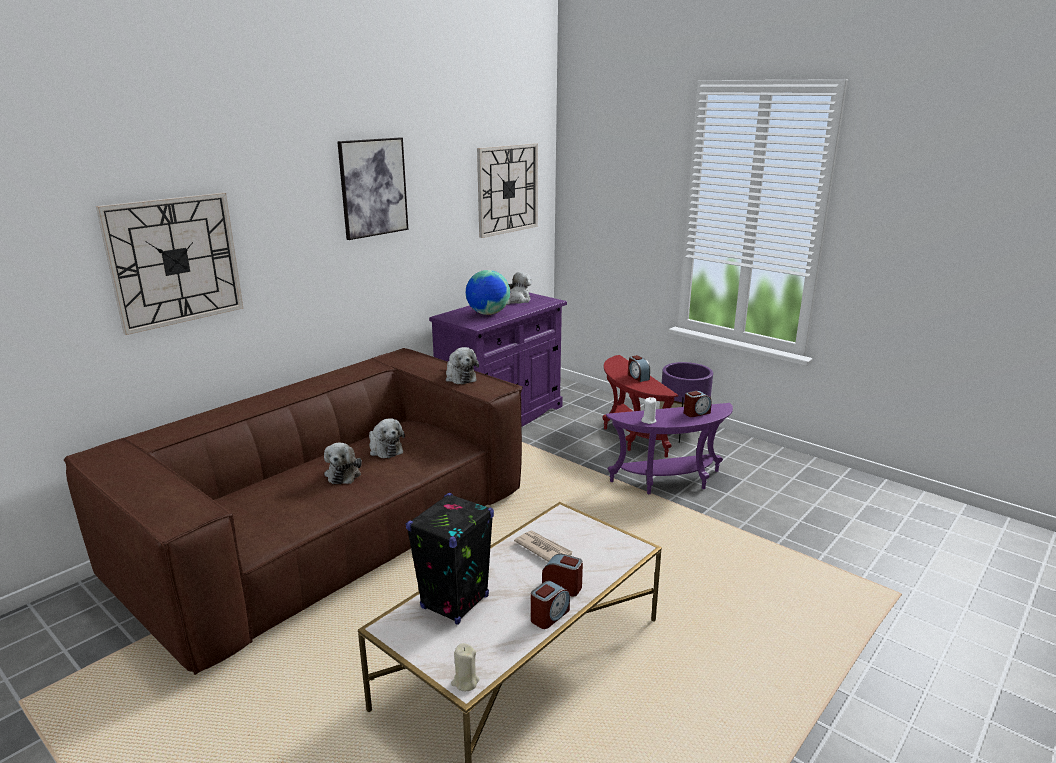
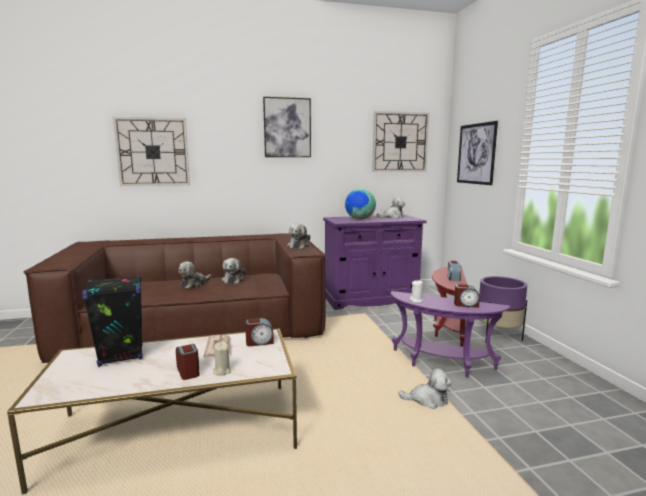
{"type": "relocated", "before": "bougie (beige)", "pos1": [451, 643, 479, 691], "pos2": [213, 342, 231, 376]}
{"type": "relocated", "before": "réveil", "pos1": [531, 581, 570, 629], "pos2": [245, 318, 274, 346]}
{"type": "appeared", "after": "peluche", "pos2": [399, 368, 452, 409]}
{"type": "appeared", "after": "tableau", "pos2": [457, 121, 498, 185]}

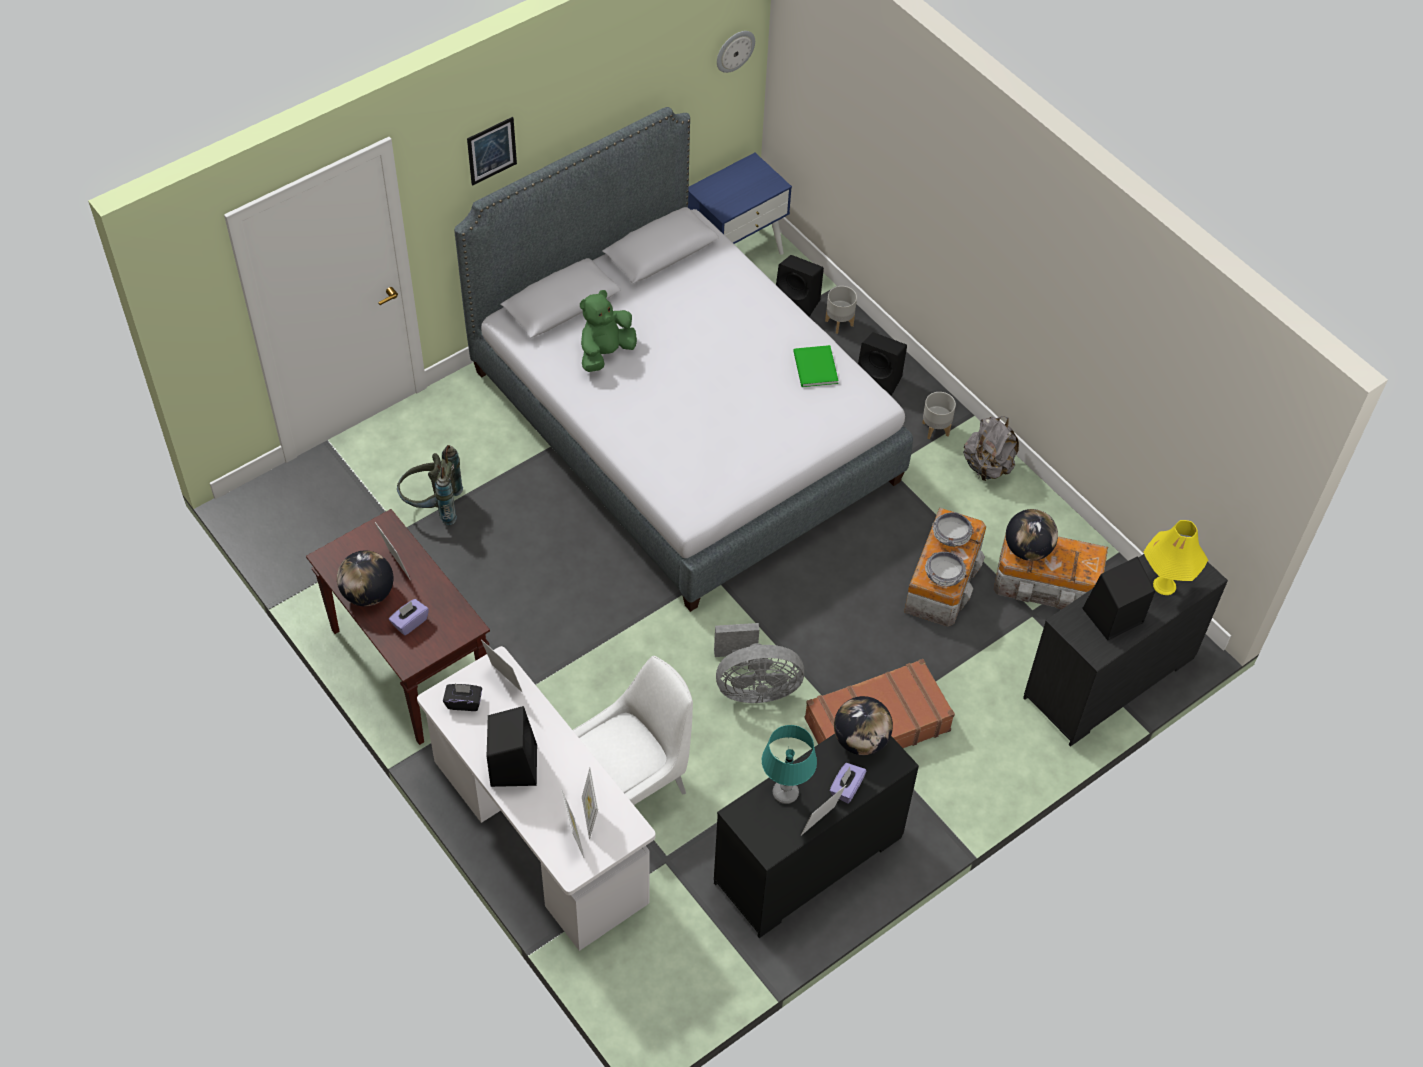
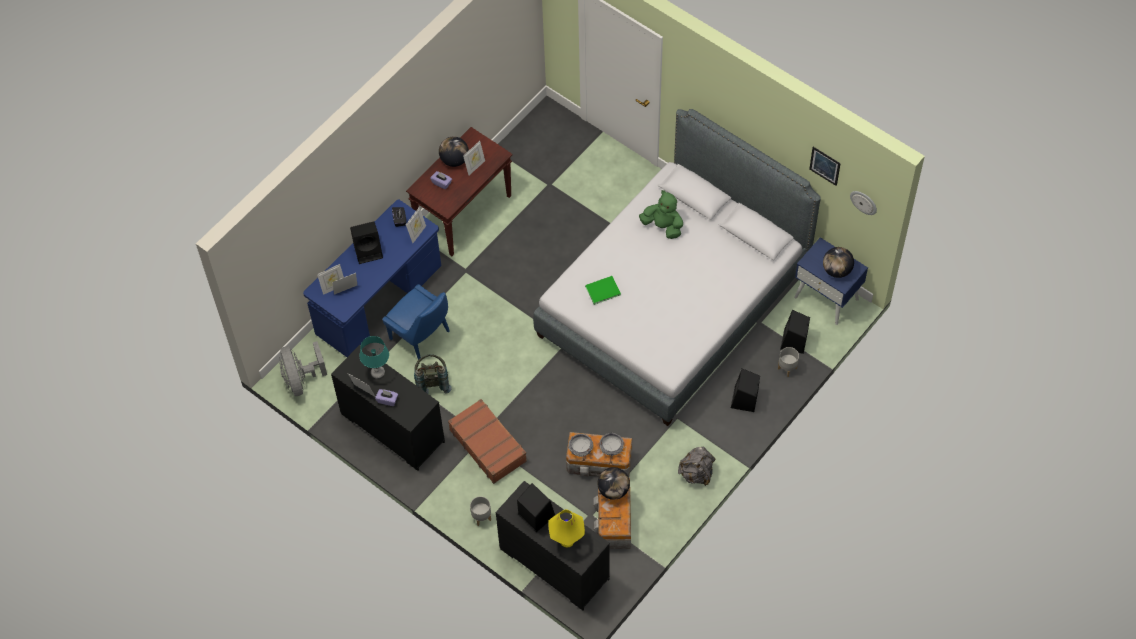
{"type": "relocated", "before": "sac à dos (gris)", "pos1": [397, 445, 463, 525], "pos2": [414, 354, 451, 394]}
{"type": "colour", "before": "bureau (blanc)", "after": "bureau (bleu)", "pos1": [417, 646, 656, 951], "pos2": [303, 200, 441, 357]}
{"type": "relocated", "before": "tableau", "pos1": [467, 117, 517, 186], "pos2": [809, 147, 841, 186]}
{"type": "colour", "before": "chaise (blanc)", "after": "chaise (bleu)", "pos1": [573, 656, 693, 805], "pos2": [382, 284, 450, 360]}
{"type": "relocated", "before": "ventilateur (gris)", "pos1": [714, 623, 804, 703], "pos2": [279, 341, 327, 396]}
{"type": "relocated", "before": "livre (vert)", "pos1": [793, 345, 839, 387], "pos2": [585, 276, 621, 305]}
{"type": "relocated", "before": "globe", "pos1": [834, 696, 893, 755], "pos2": [823, 247, 854, 278]}
{"type": "relocated", "before": "cache-pot (gris)", "pos1": [922, 392, 956, 439], "pos2": [470, 496, 491, 526]}

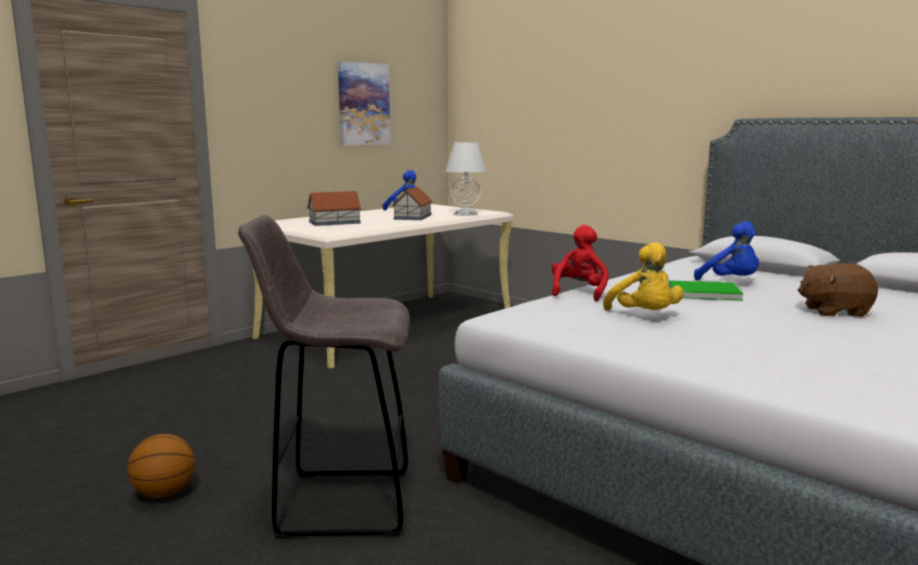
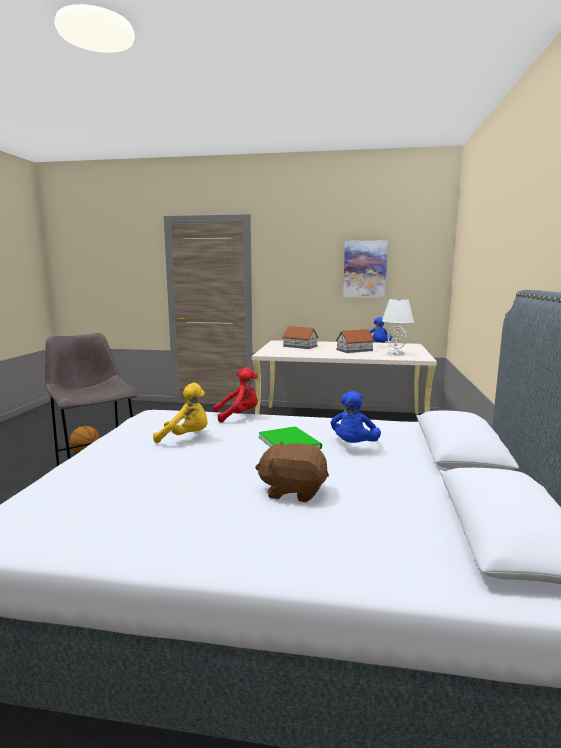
{"type": "spun", "before": "peluche (jaune)", "pos1": [603, 242, 683, 310], "pos2": [153, 383, 208, 443], "turn": -120}
{"type": "spun", "before": "peluche (marron)", "pos1": [798, 263, 878, 317], "pos2": [255, 441, 329, 502], "turn": -45}

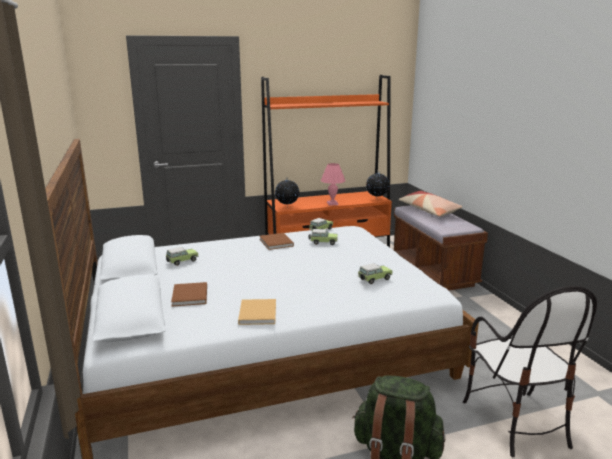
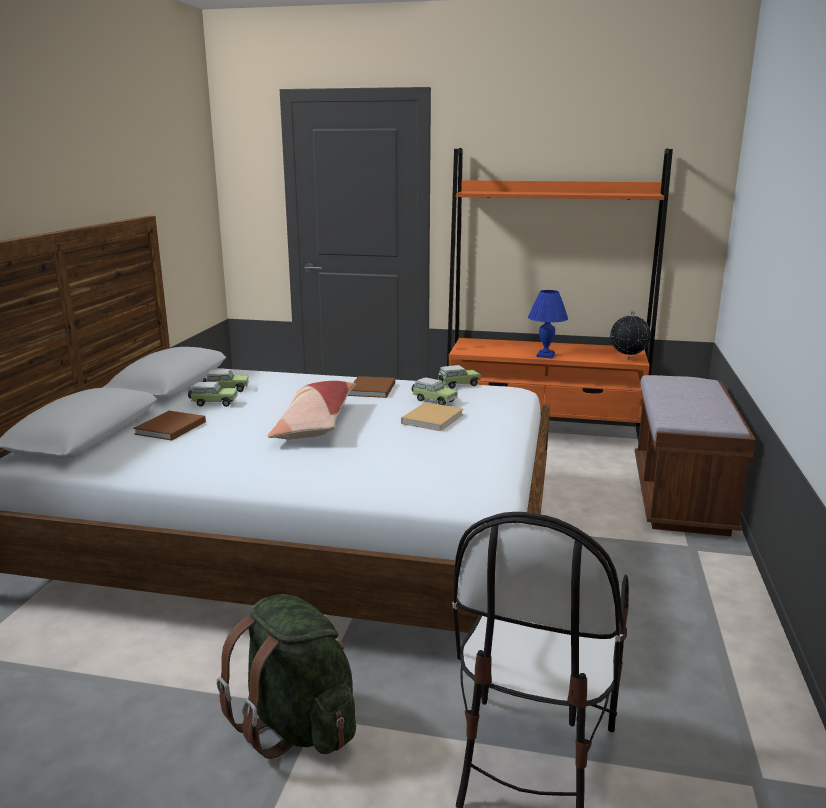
{"type": "relocated", "before": "livre (beige)", "pos1": [238, 299, 276, 325], "pos2": [401, 402, 463, 431]}
{"type": "missing", "before": "globe", "pos1": [275, 180, 299, 208]}
{"type": "colour", "before": "lampe de table (rose)", "after": "lampe de table (bleu)", "pos1": [321, 163, 345, 206], "pos2": [528, 290, 568, 358]}
{"type": "relocated", "before": "petite voiture", "pos1": [358, 263, 393, 284], "pos2": [188, 382, 238, 407]}
{"type": "relocated", "before": "coussin", "pos1": [398, 191, 462, 217], "pos2": [268, 381, 356, 440]}

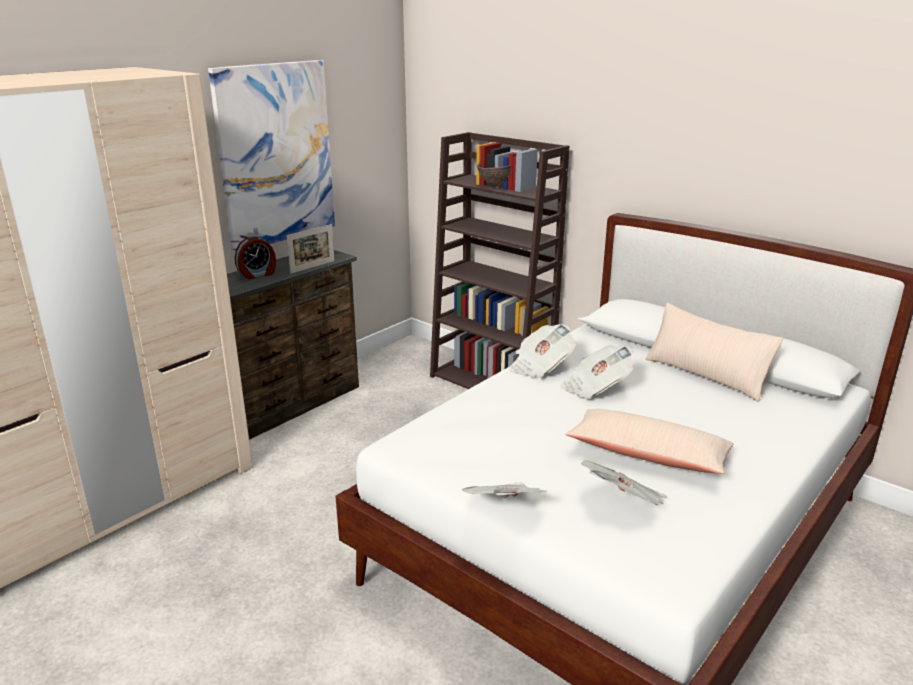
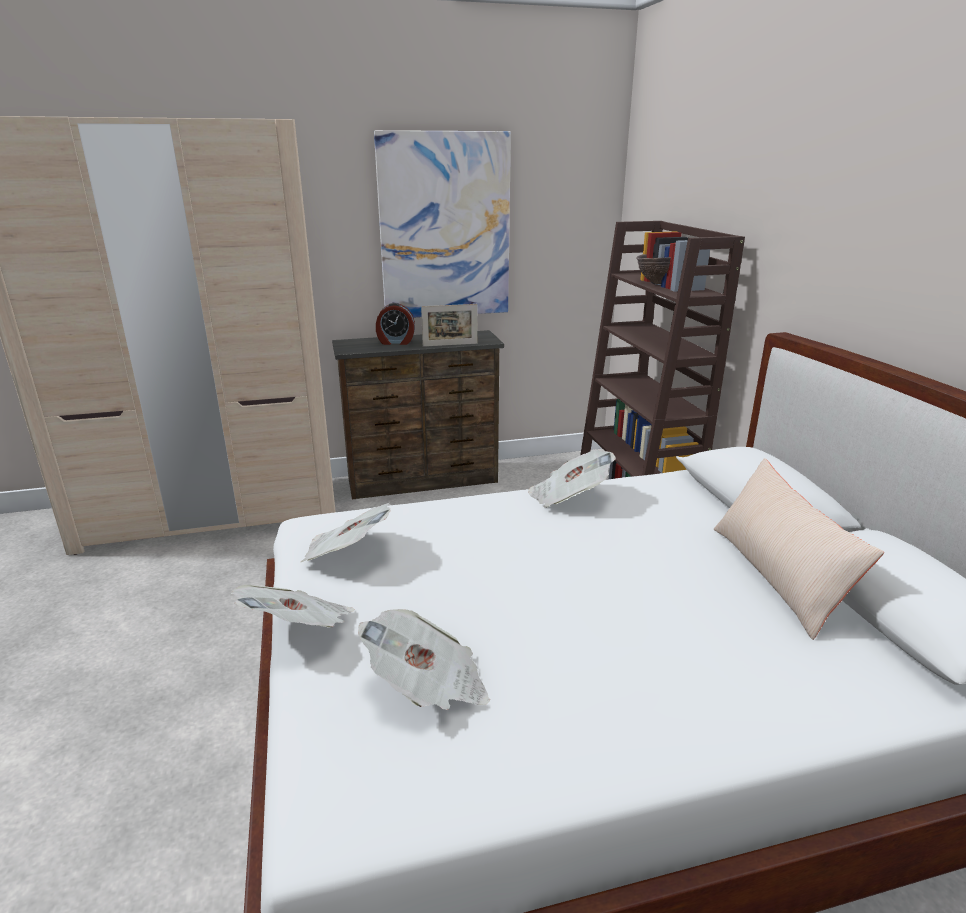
{"type": "relocated", "before": "journal", "pos1": [561, 345, 634, 399], "pos2": [300, 503, 391, 563]}
{"type": "missing", "before": "coussin (beige)", "pos1": [565, 409, 734, 474]}

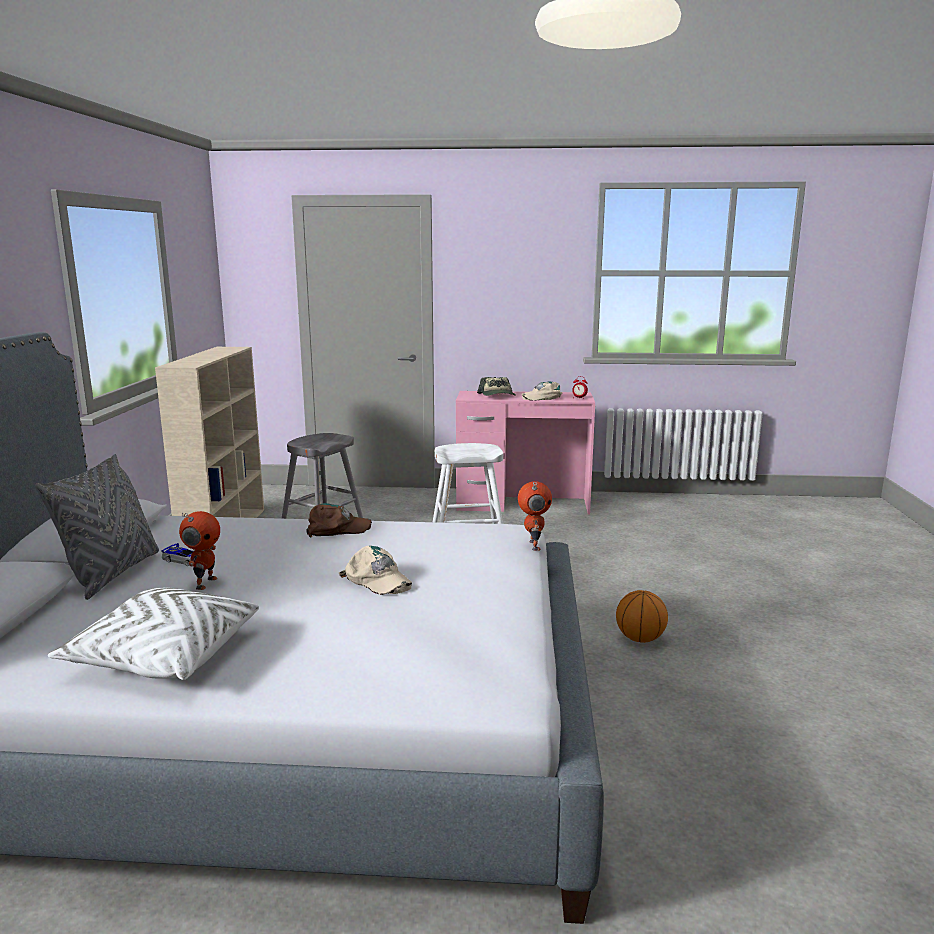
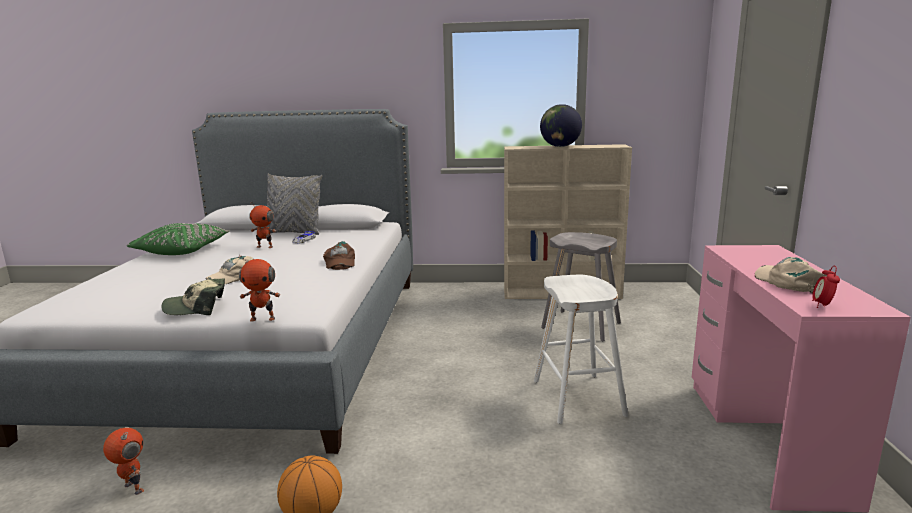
{"type": "colour", "before": "coussin (blanc)", "after": "coussin (vert)", "pos1": [48, 588, 259, 680], "pos2": [127, 223, 230, 255]}
{"type": "relocated", "before": "casquette", "pos1": [477, 377, 516, 396], "pos2": [162, 278, 225, 315]}
{"type": "appeared", "after": "robot jouet", "pos2": [103, 428, 144, 495]}
{"type": "appeared", "after": "globe", "pos2": [540, 104, 582, 147]}

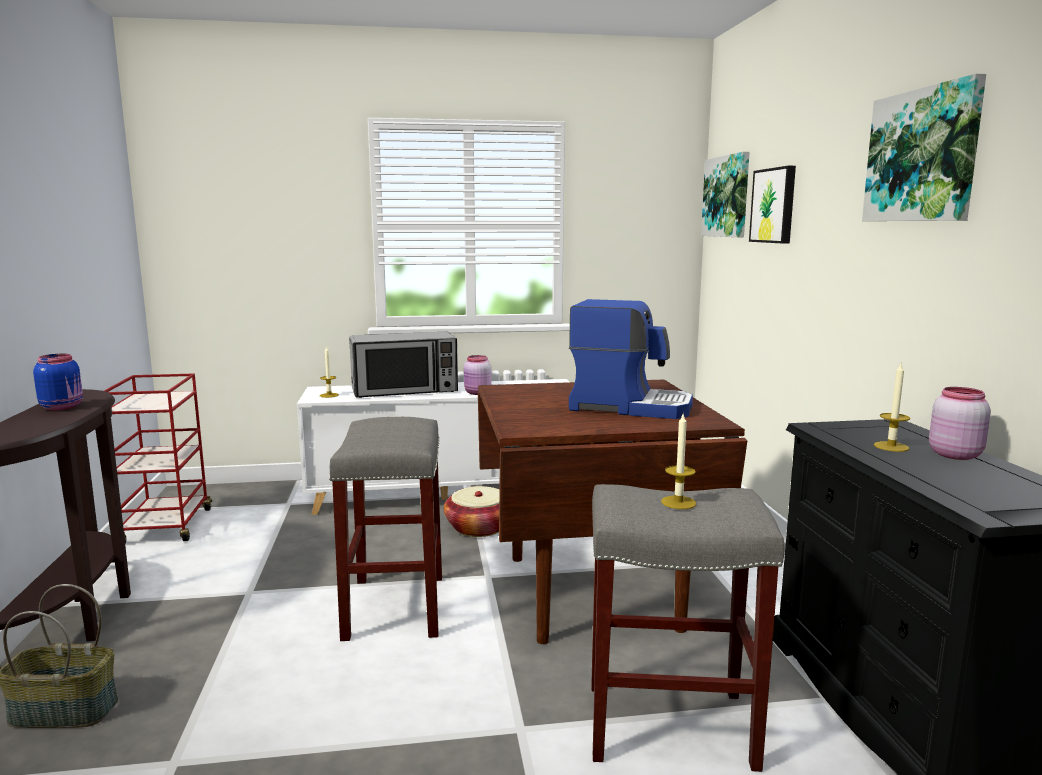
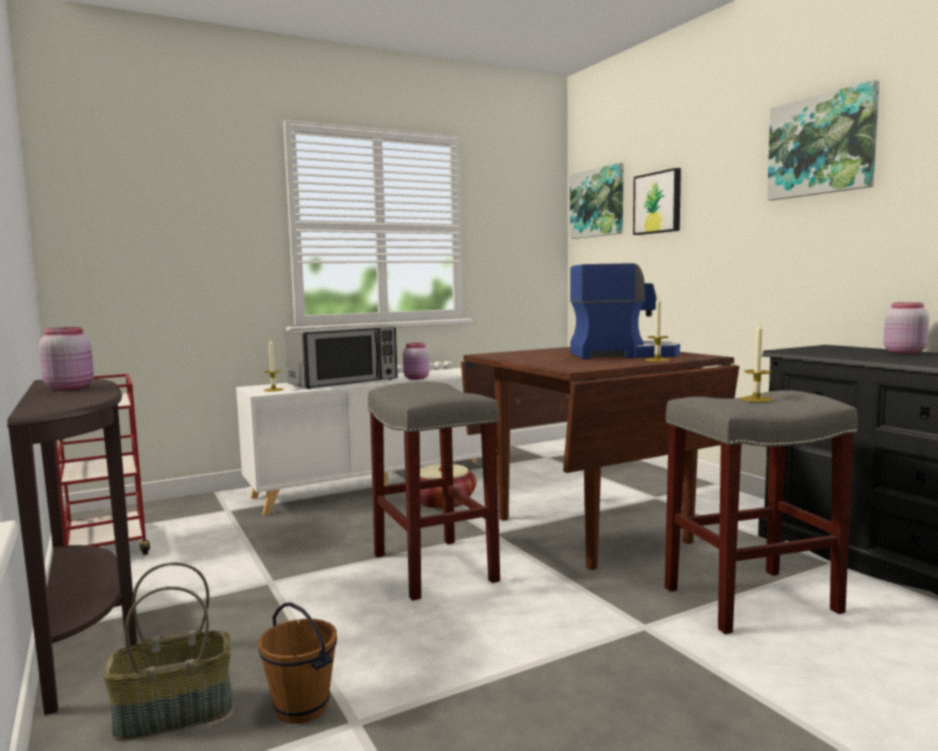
{"type": "colour", "before": "bocal (bleu)", "after": "bocal (rose)", "pos1": [33, 354, 83, 410], "pos2": [39, 327, 94, 390]}
{"type": "relocated", "before": "bougie", "pos1": [874, 364, 910, 452], "pos2": [645, 295, 670, 362]}
{"type": "appeared", "after": "seau (marron)", "pos2": [258, 602, 337, 724]}

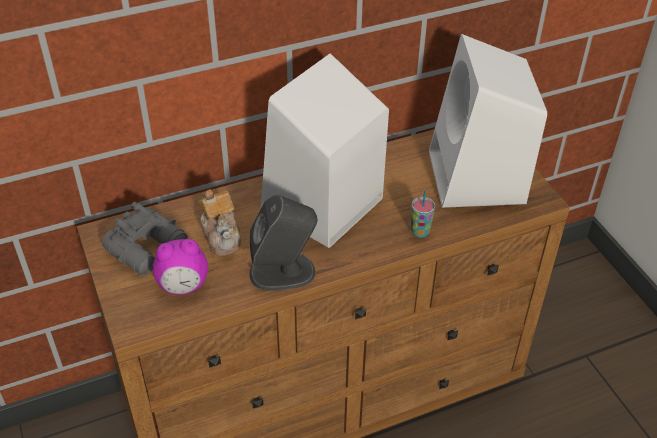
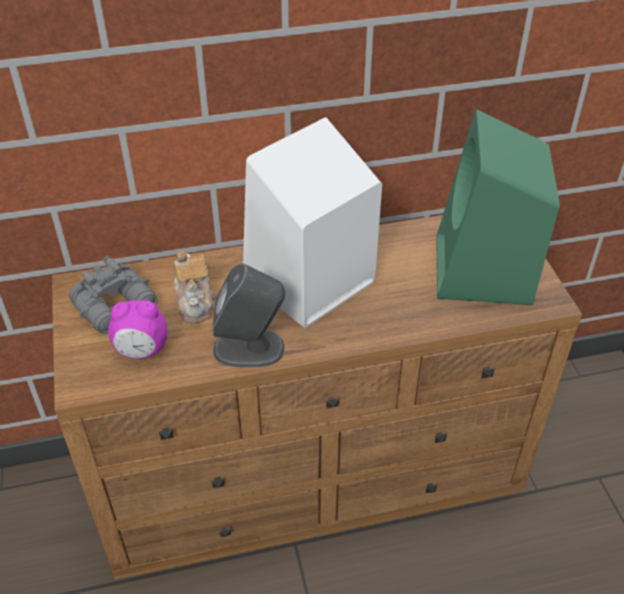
{"type": "missing", "before": "tasse", "pos1": [411, 190, 435, 238]}
{"type": "colour", "before": "enceinte (blanc)", "after": "enceinte (vert)", "pos1": [429, 34, 547, 208], "pos2": [436, 109, 560, 305]}

